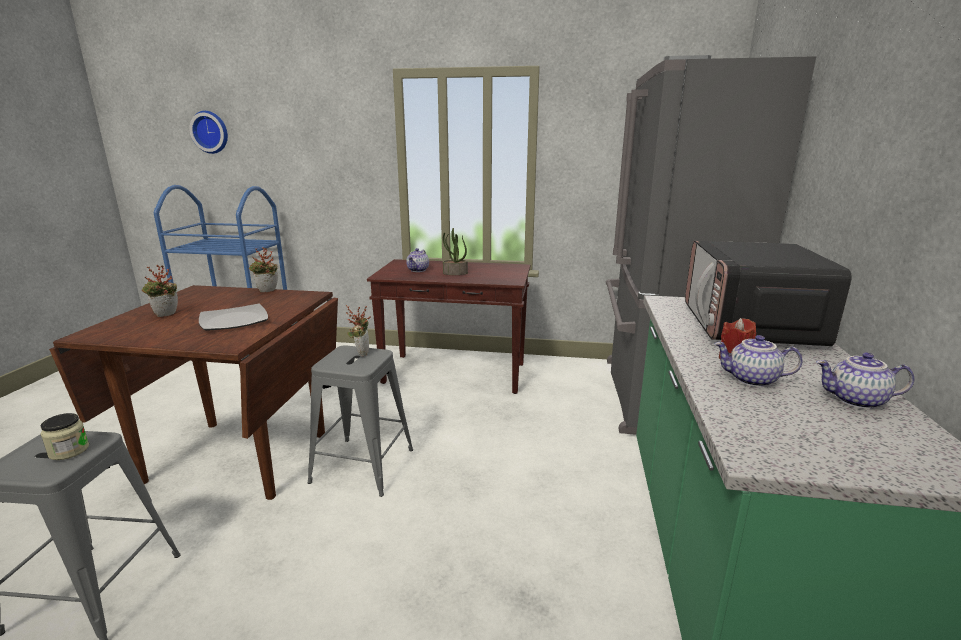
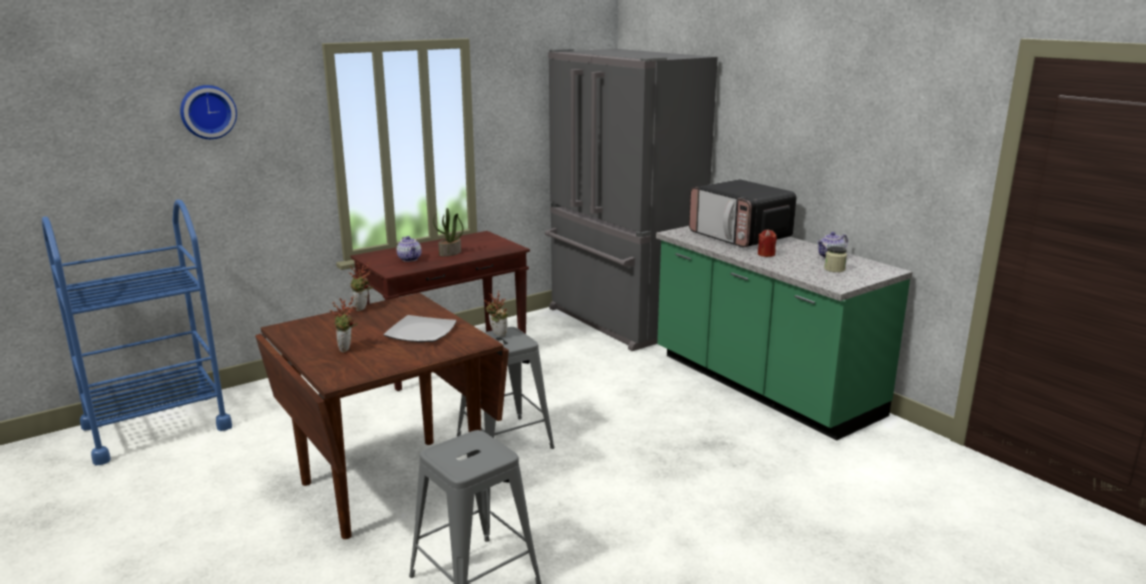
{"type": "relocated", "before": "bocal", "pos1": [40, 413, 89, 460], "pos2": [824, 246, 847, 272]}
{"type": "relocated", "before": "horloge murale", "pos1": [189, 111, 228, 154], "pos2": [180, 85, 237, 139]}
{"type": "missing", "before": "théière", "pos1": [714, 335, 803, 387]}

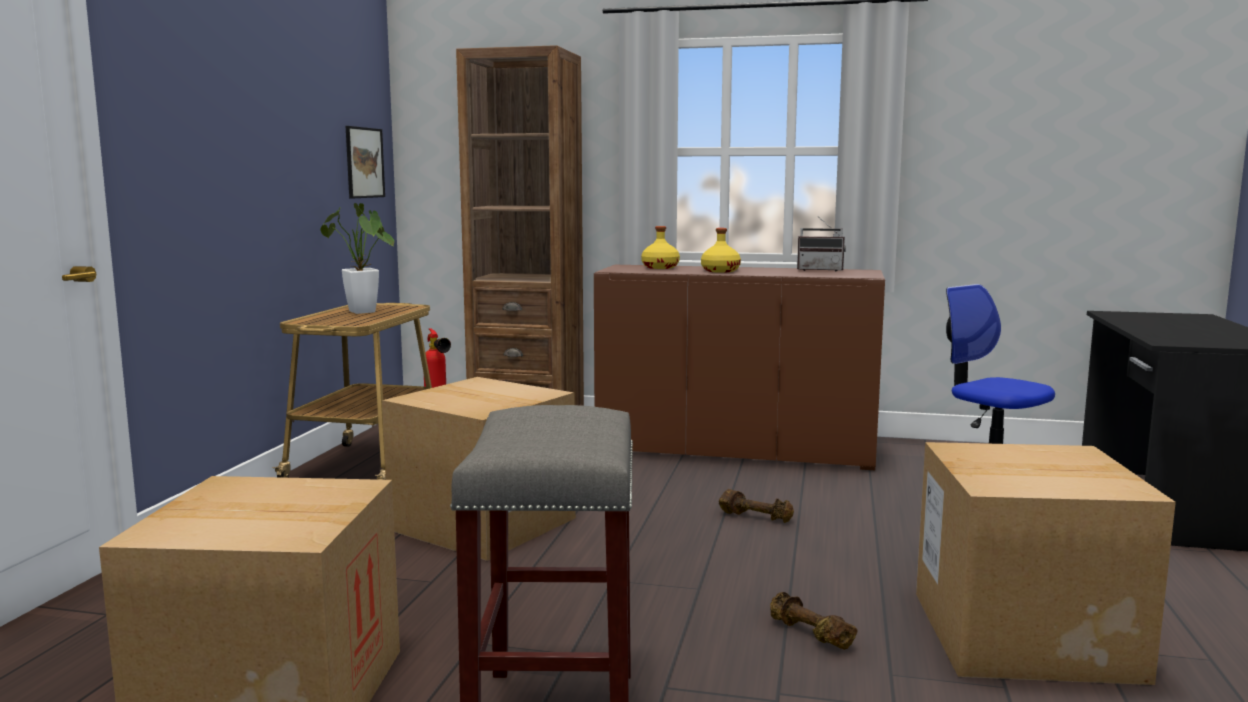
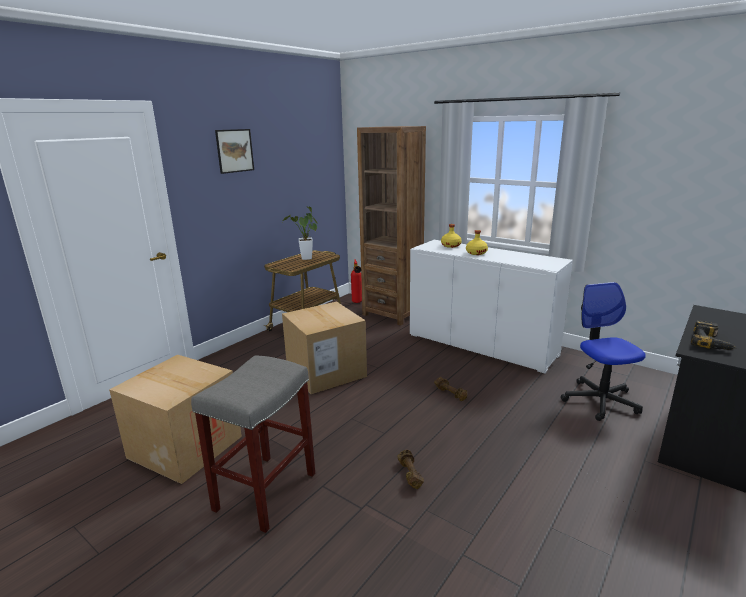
{"type": "relocated", "before": "tableau", "pos1": [346, 126, 385, 198], "pos2": [215, 129, 254, 174]}
{"type": "colour", "before": "meuble de rangement (marron)", "after": "meuble de rangement (blanc)", "pos1": [594, 265, 885, 470], "pos2": [410, 240, 573, 374]}
{"type": "missing", "before": "radio", "pos1": [797, 218, 846, 272]}
{"type": "missing", "before": "carton", "pos1": [916, 442, 1176, 685]}
{"type": "appeared", "after": "perceuse", "pos2": [691, 320, 737, 350]}

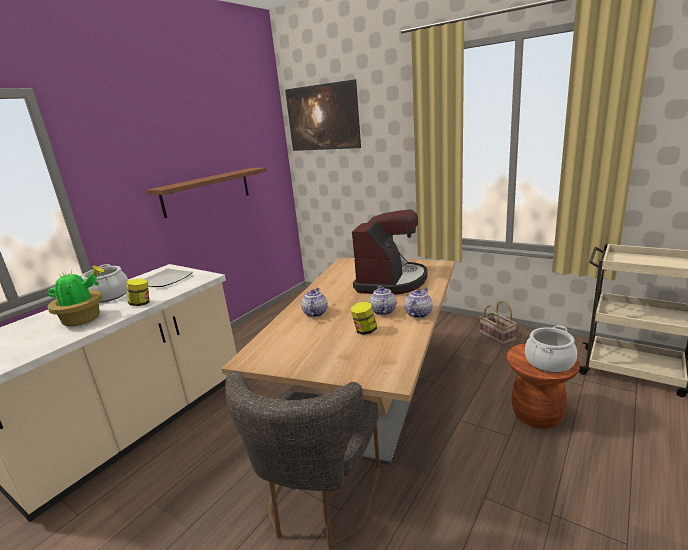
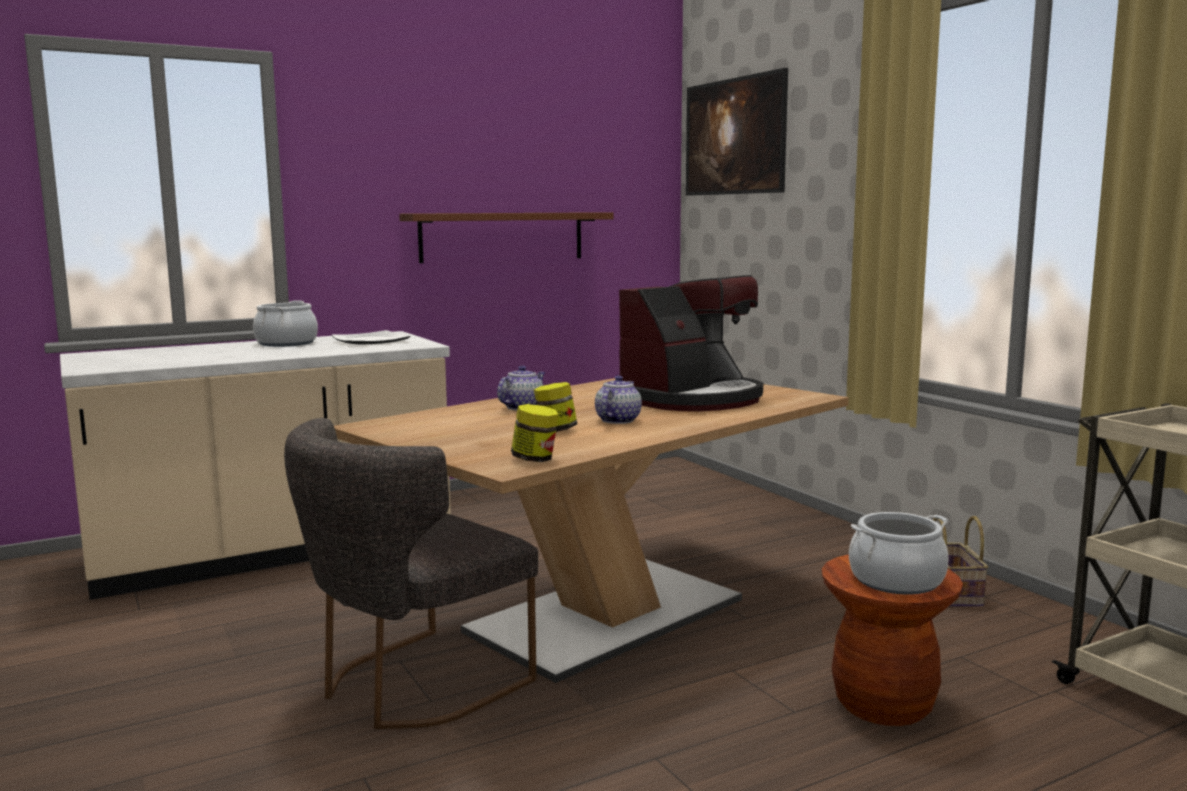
{"type": "missing", "before": "plante en pot", "pos1": [47, 265, 105, 327]}
{"type": "relocated", "before": "bocal", "pos1": [126, 279, 149, 306], "pos2": [511, 404, 559, 462]}
{"type": "missing", "before": "théière", "pos1": [404, 287, 433, 318]}

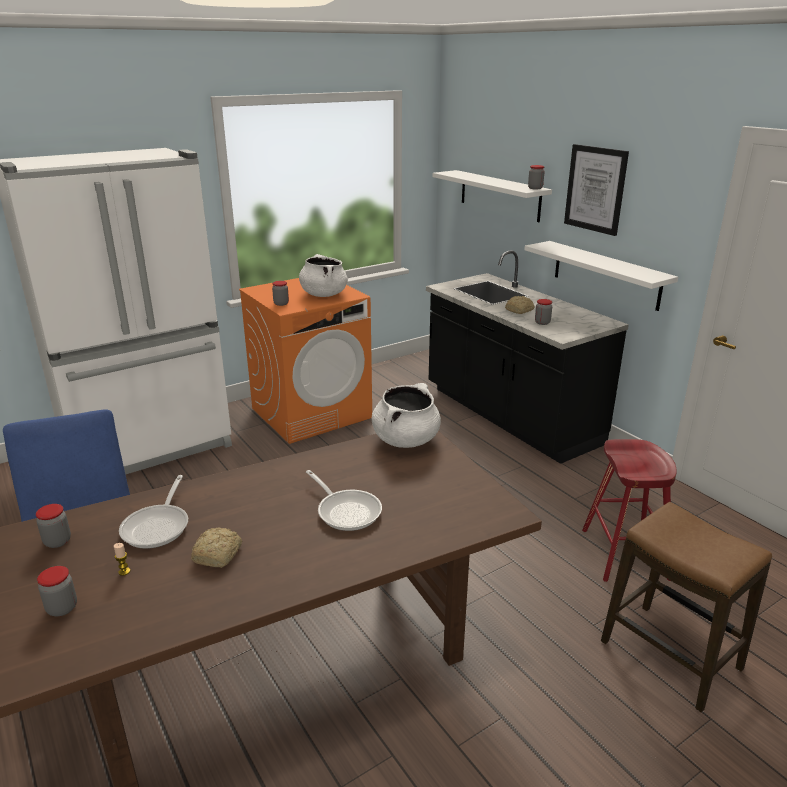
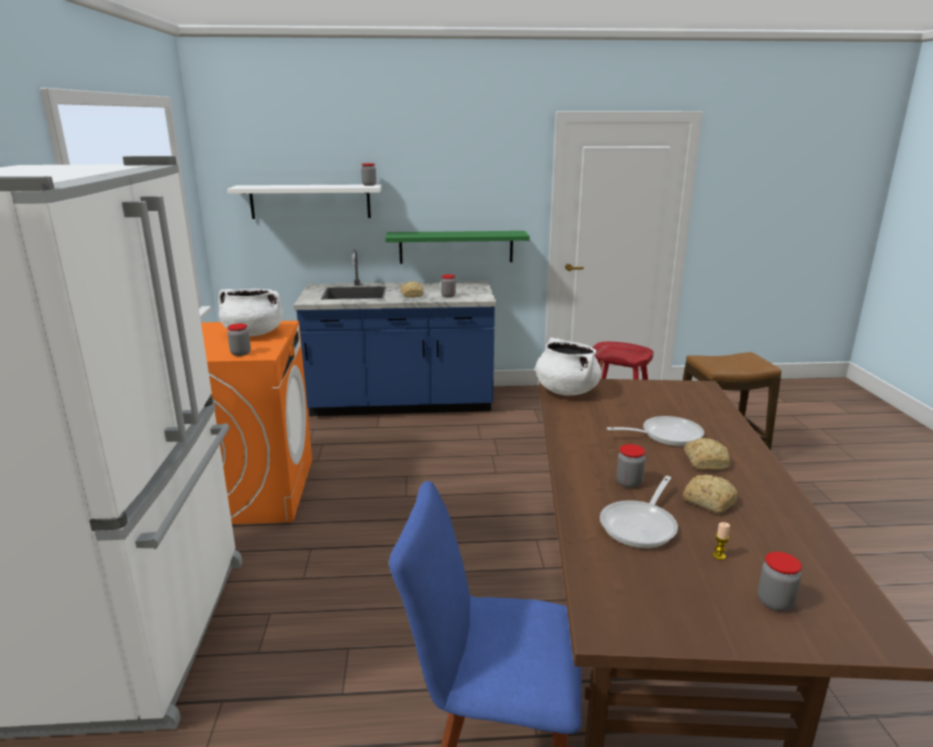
{"type": "relocated", "before": "bocal", "pos1": [36, 504, 71, 548], "pos2": [616, 444, 645, 488]}
{"type": "spun", "before": "poêle", "pos1": [119, 475, 188, 549], "pos2": [600, 476, 678, 548], "turn": 90}
{"type": "colour", "before": "comptoir de cuisine (noir)", "after": "comptoir de cuisine (bleu)", "pos1": [426, 250, 629, 464], "pos2": [294, 249, 496, 416]}
{"type": "colour", "before": "étagère (blanc)", "after": "étagère (vert)", "pos1": [524, 241, 678, 311], "pos2": [385, 231, 530, 264]}
{"type": "missing", "before": "tableau", "pos1": [564, 144, 629, 236]}
{"type": "appeared", "after": "pain", "pos2": [684, 438, 730, 470]}

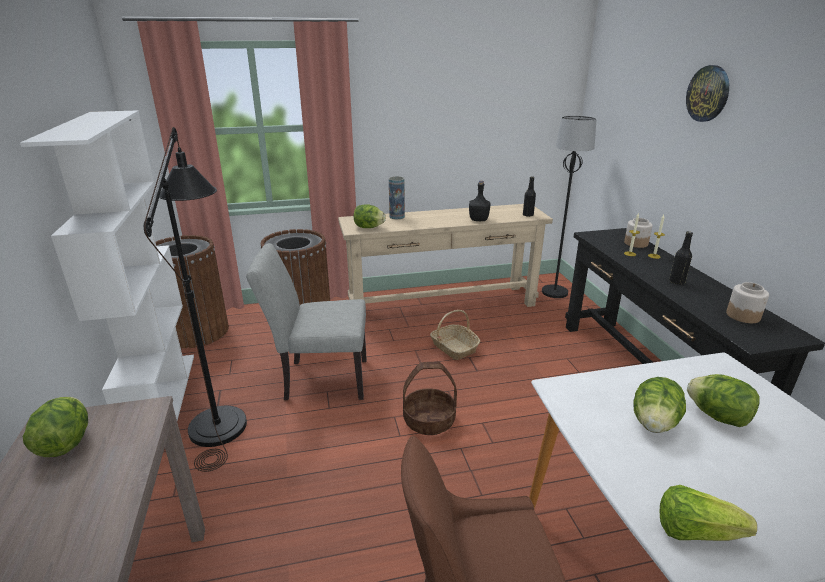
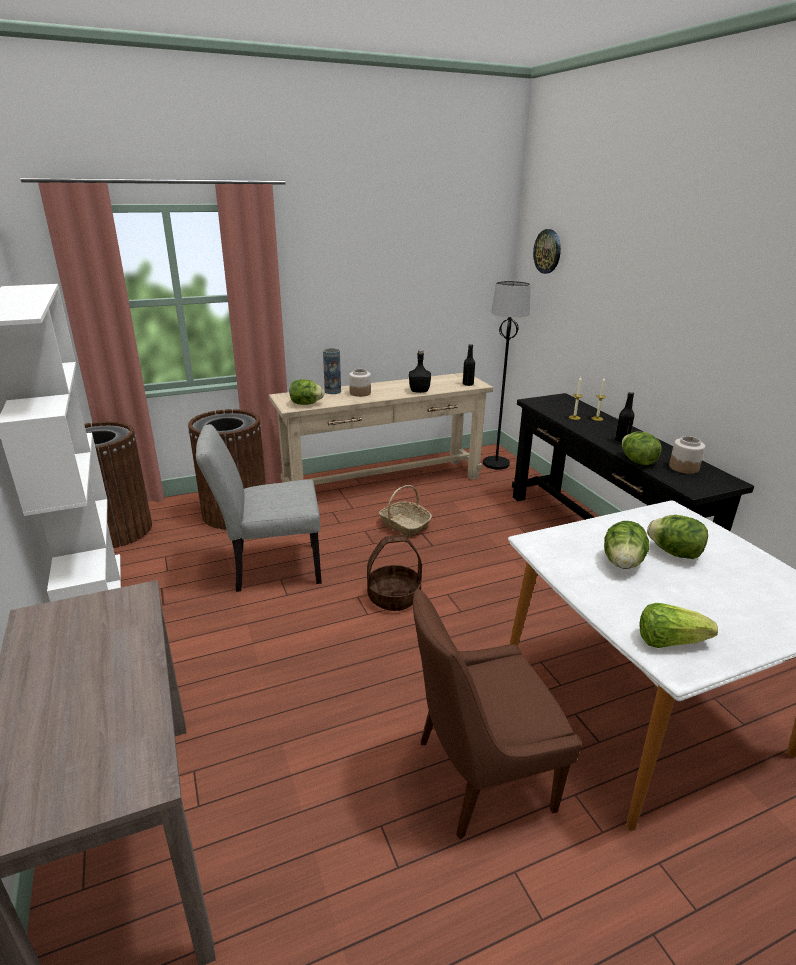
{"type": "relocated", "before": "laitue", "pos1": [23, 397, 88, 457], "pos2": [622, 431, 662, 465]}
{"type": "missing", "before": "lampadaire (noir)", "pos1": [144, 127, 247, 472]}
{"type": "relocated", "before": "bocal", "pos1": [624, 218, 653, 248], "pos2": [349, 369, 371, 397]}
{"type": "relocated", "before": "horloge murale", "pos1": [686, 65, 729, 122], "pos2": [533, 229, 561, 274]}

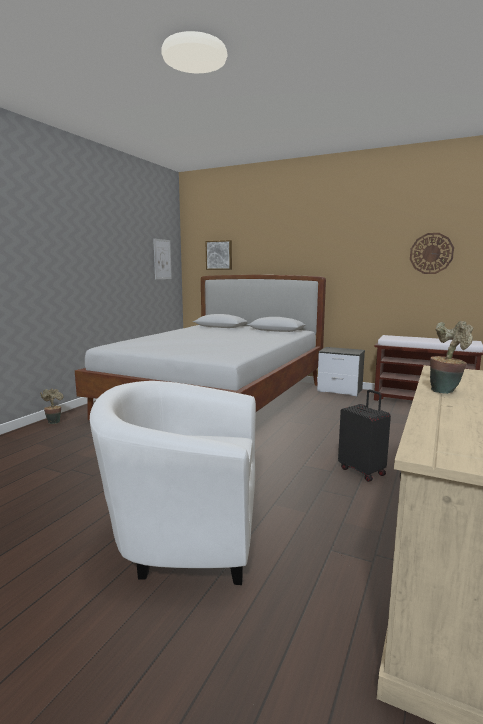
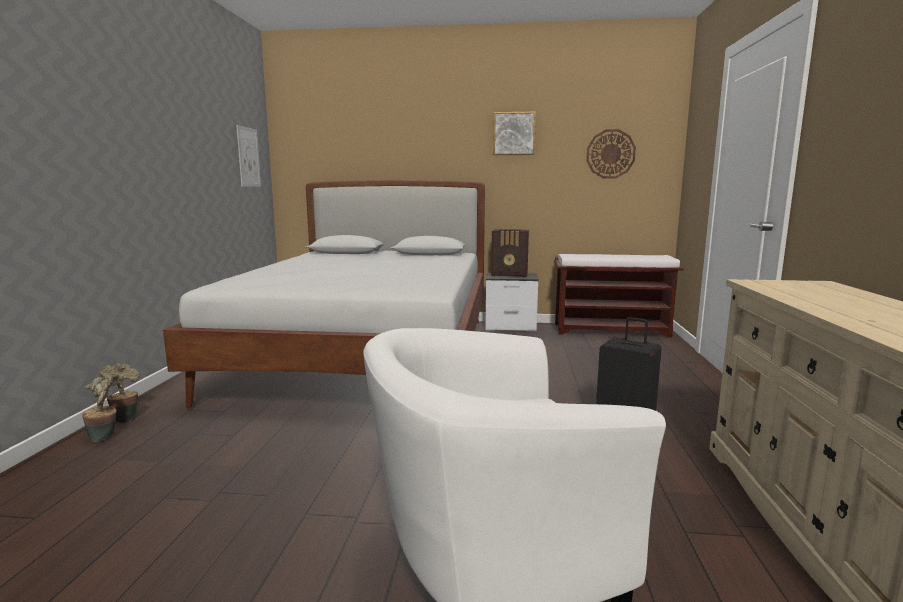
{"type": "relocated", "before": "tableau", "pos1": [206, 240, 232, 270], "pos2": [493, 111, 536, 155]}
{"type": "relocated", "before": "plante en pot", "pos1": [430, 321, 473, 394], "pos2": [82, 377, 117, 442]}
{"type": "appeared", "after": "radio", "pos2": [491, 229, 529, 277]}

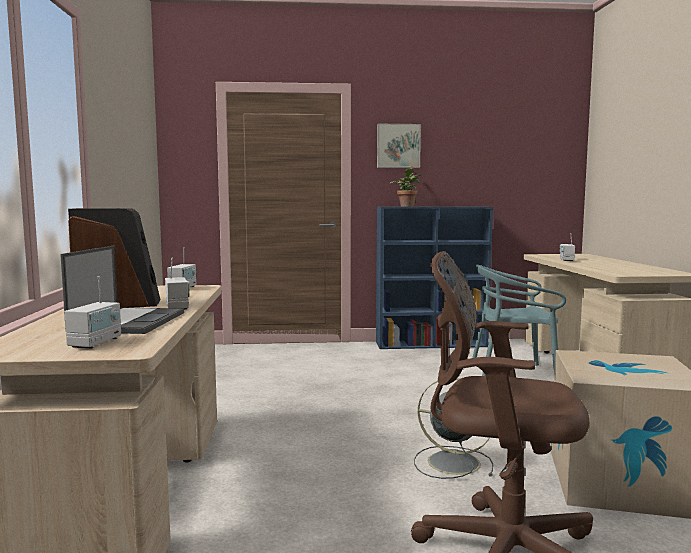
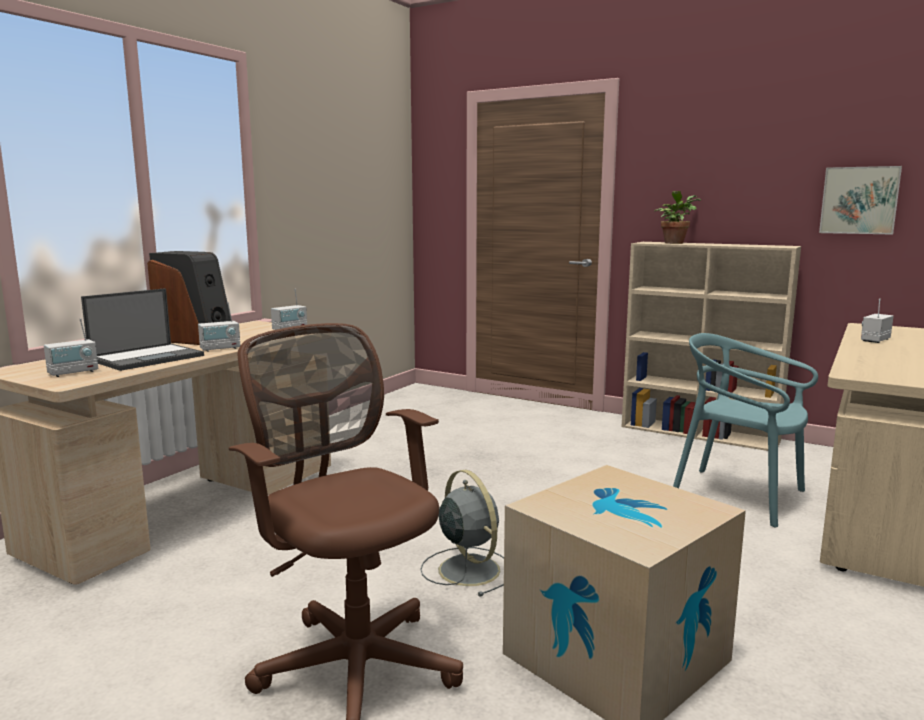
{"type": "spun", "before": "radio", "pos1": [165, 257, 190, 309], "pos2": [198, 302, 241, 352], "turn": 45}
{"type": "colour", "before": "bibliothèque (bleu)", "after": "bibliothèque (beige)", "pos1": [376, 207, 493, 349], "pos2": [622, 242, 801, 451]}
{"type": "relocated", "before": "tableau", "pos1": [377, 124, 421, 168], "pos2": [819, 166, 902, 235]}

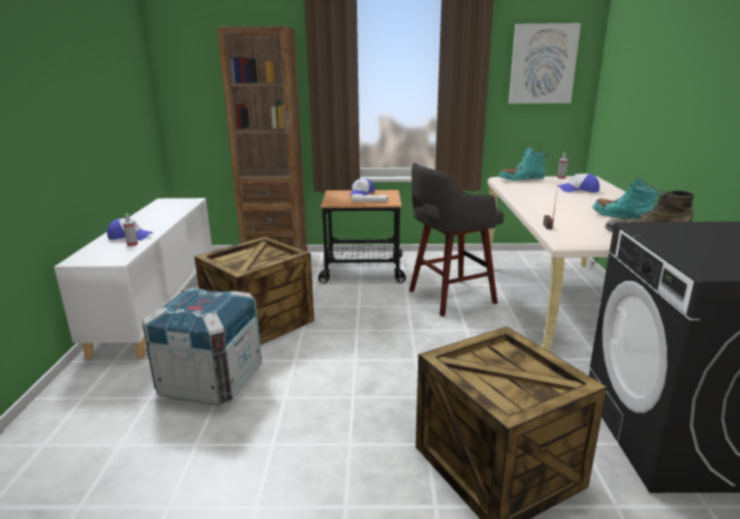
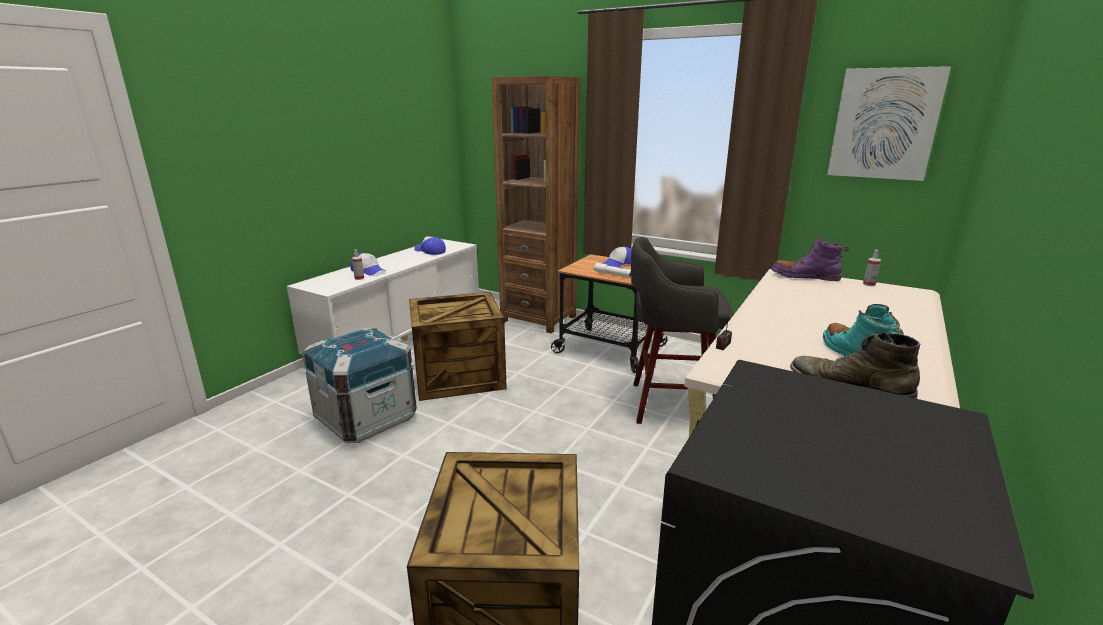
{"type": "colour", "before": "botte (turquoise)", "after": "botte (violet)", "pos1": [498, 147, 548, 181], "pos2": [771, 236, 849, 281]}
{"type": "relocated", "before": "casquette", "pos1": [558, 173, 600, 192], "pos2": [414, 236, 446, 255]}

